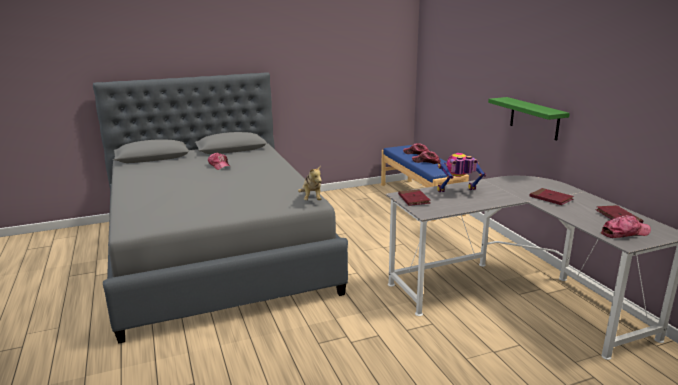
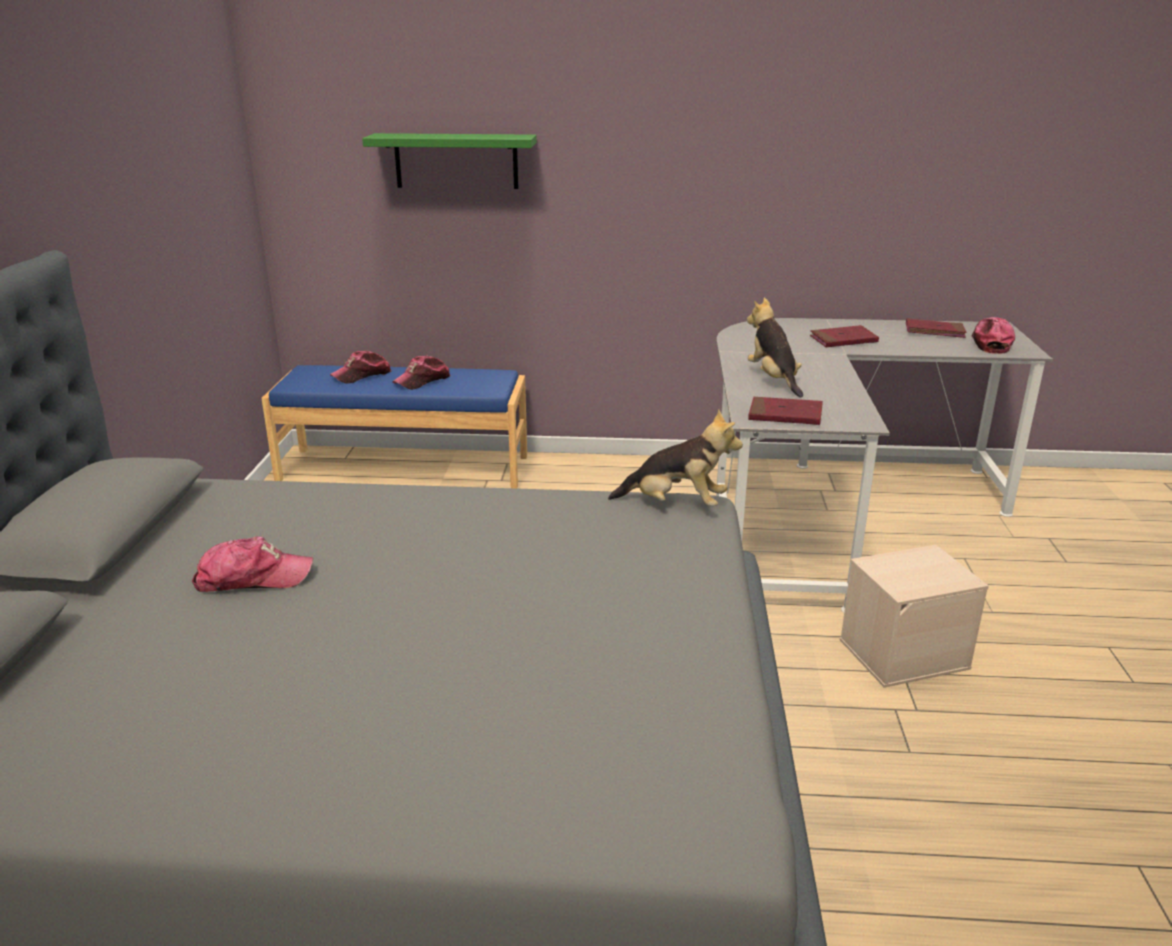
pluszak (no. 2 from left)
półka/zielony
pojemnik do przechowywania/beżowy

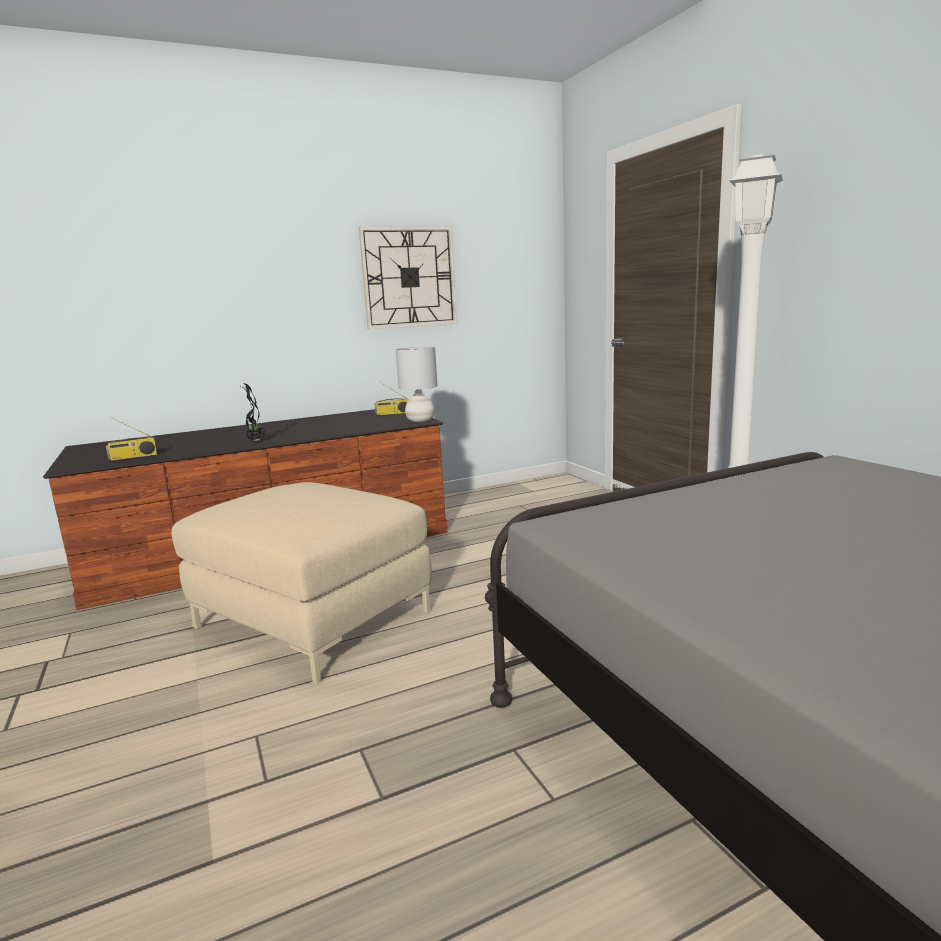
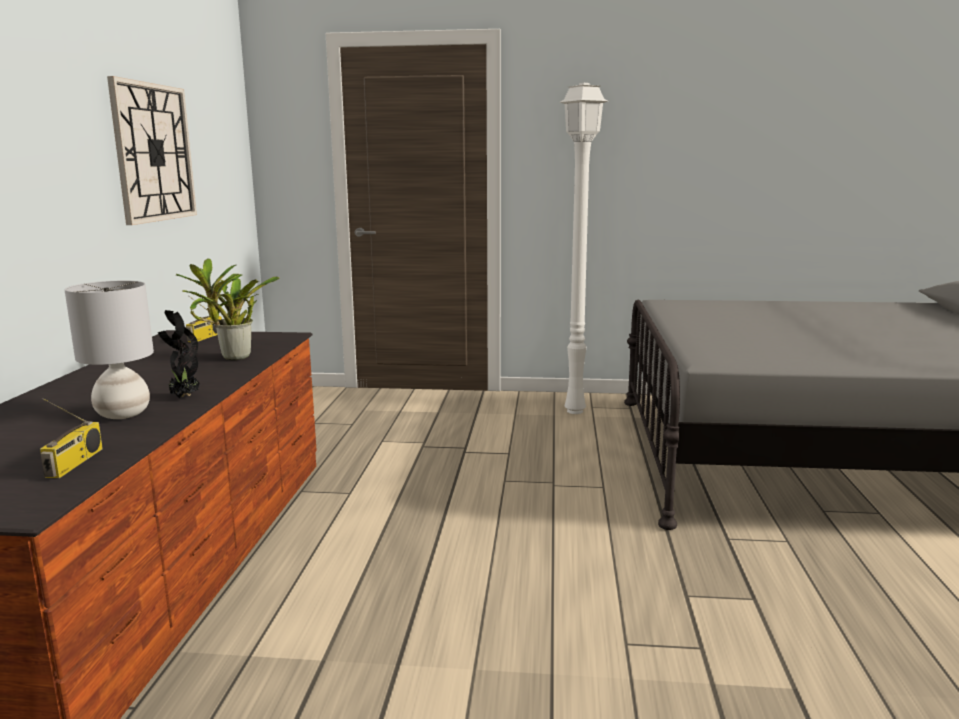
pufa/beżowy
lampa stołowa/szary
roślina doniczkowa (no. 2 from left)

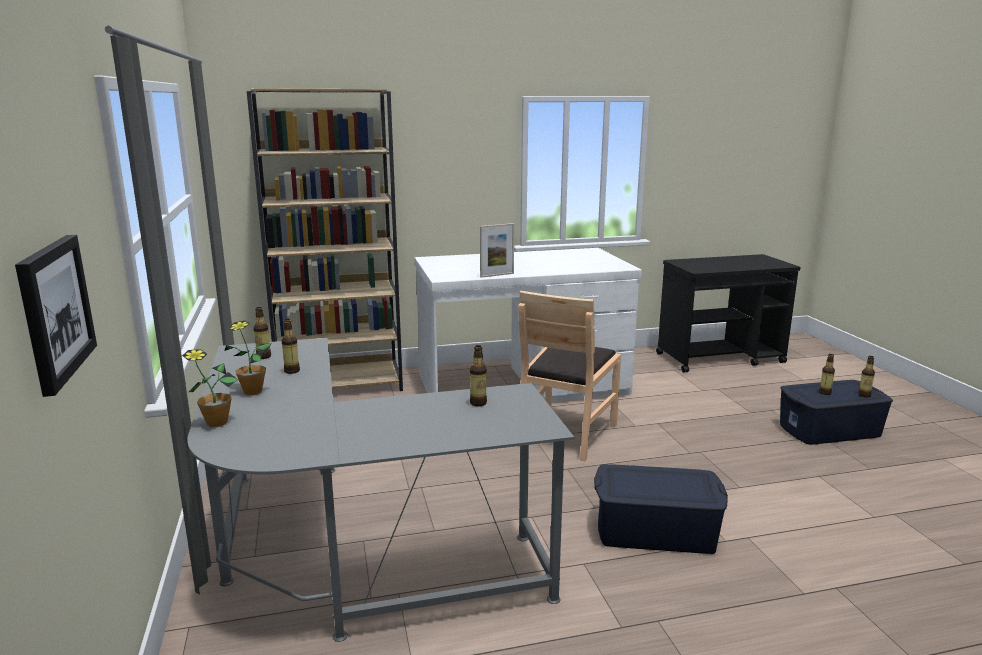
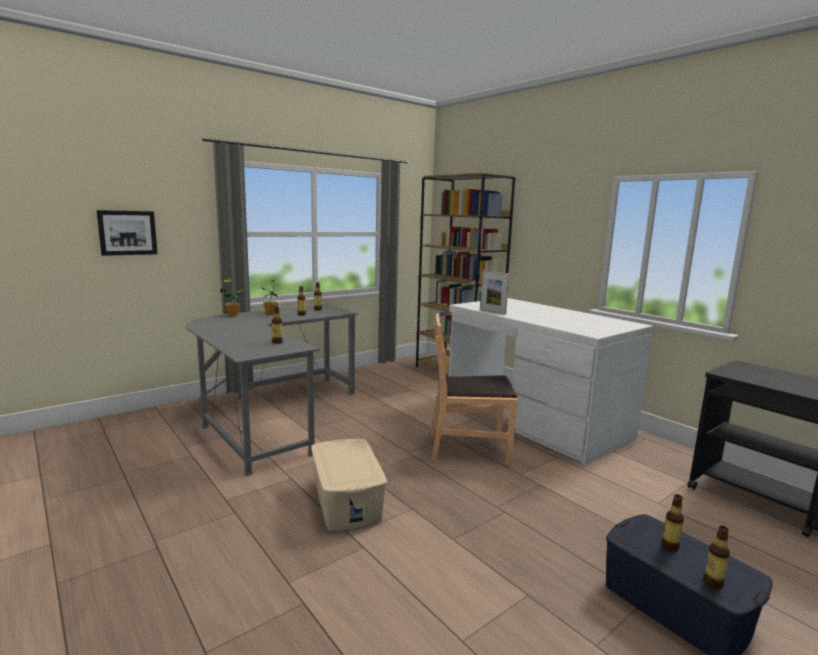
pojemnik do przechowywania/beżowy

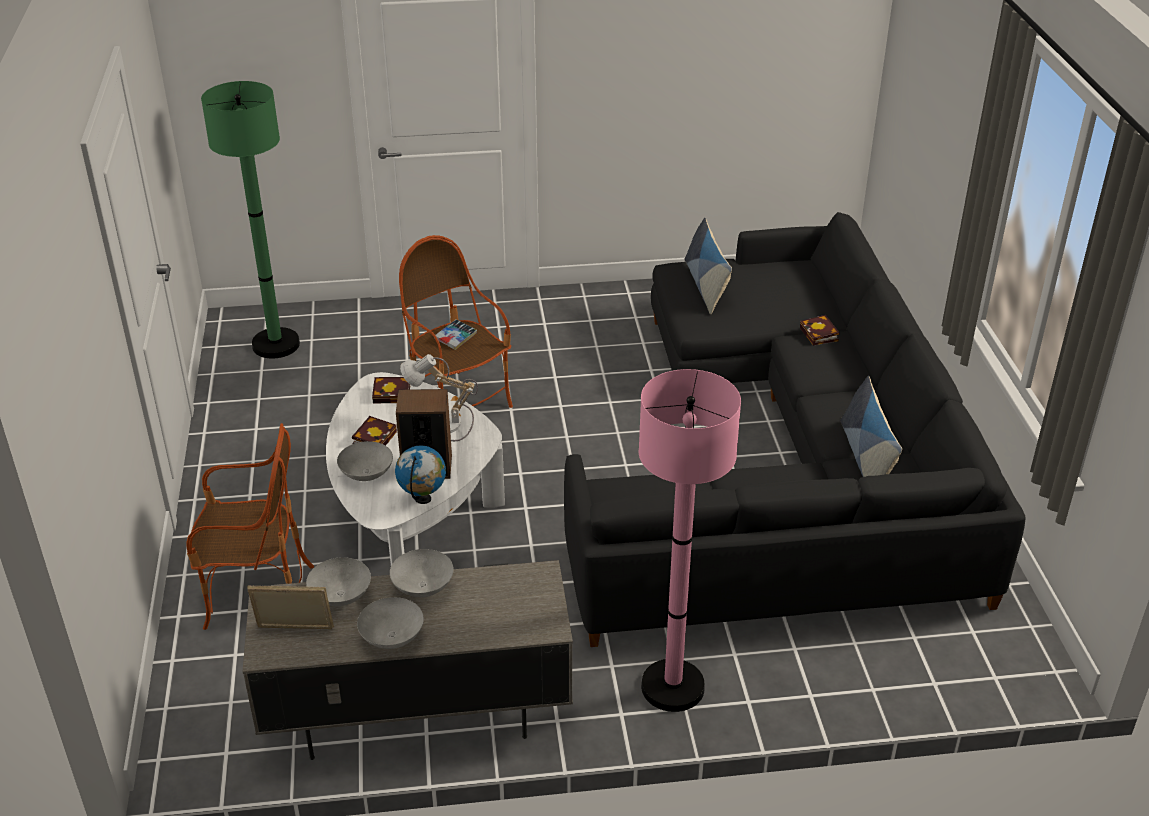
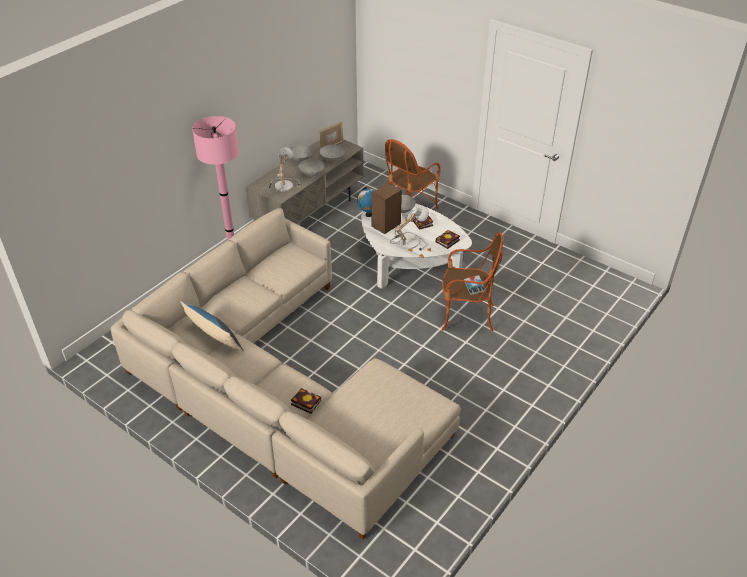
lampa stojąca/zielony
kanapa/beżowy
poduszka (no. 1 from left in the first image)
lampa stołowa (no. 1 from left)

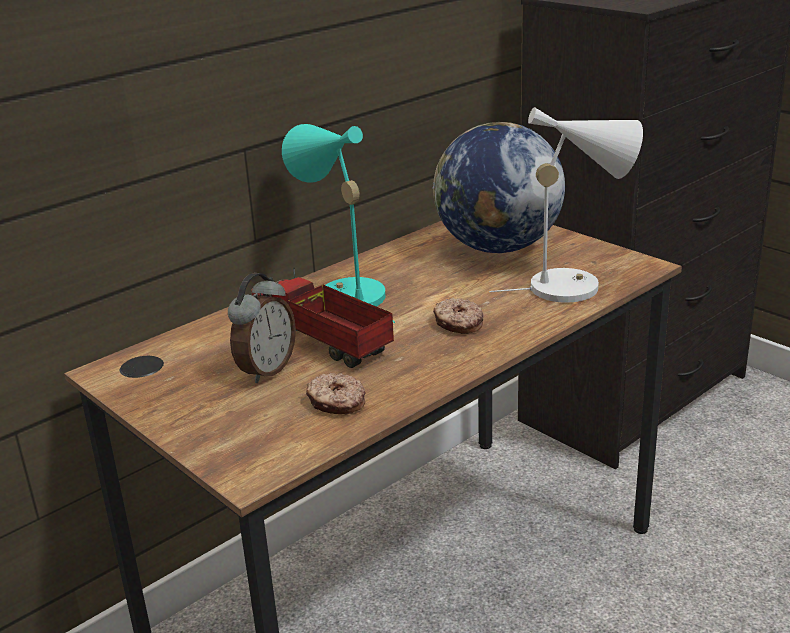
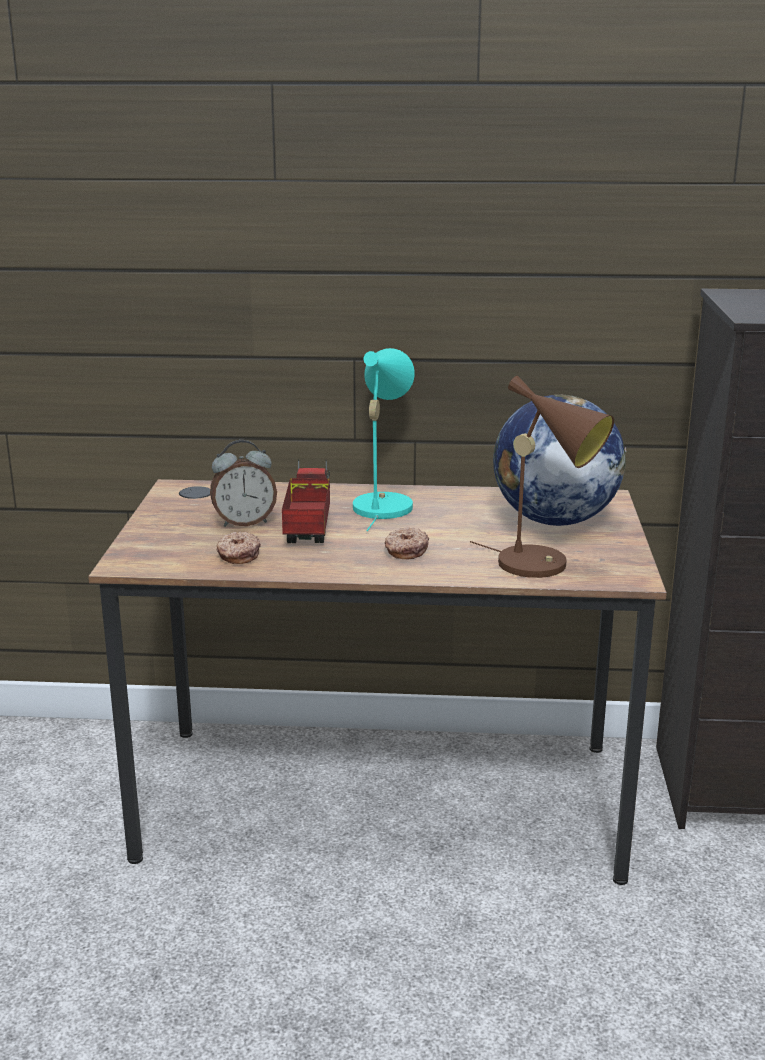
lampa stołowa/brązowy

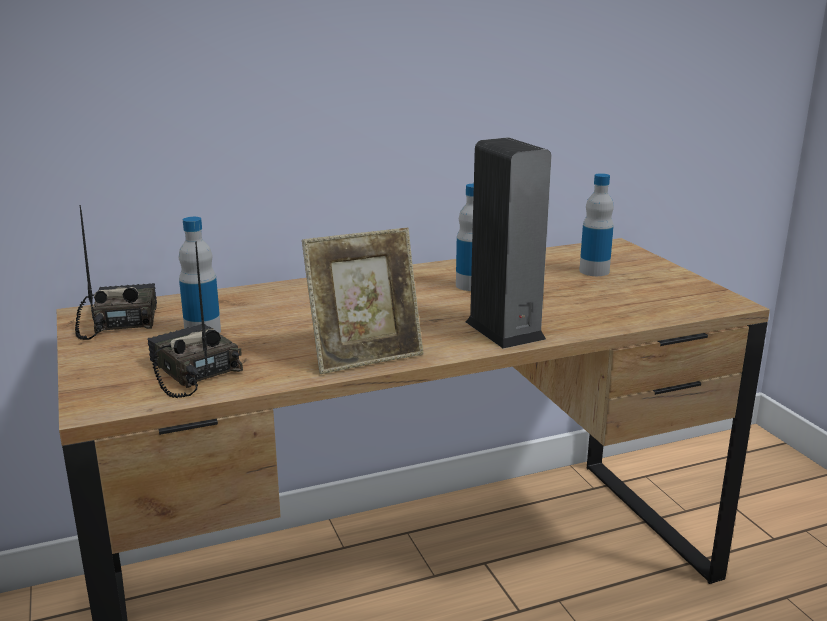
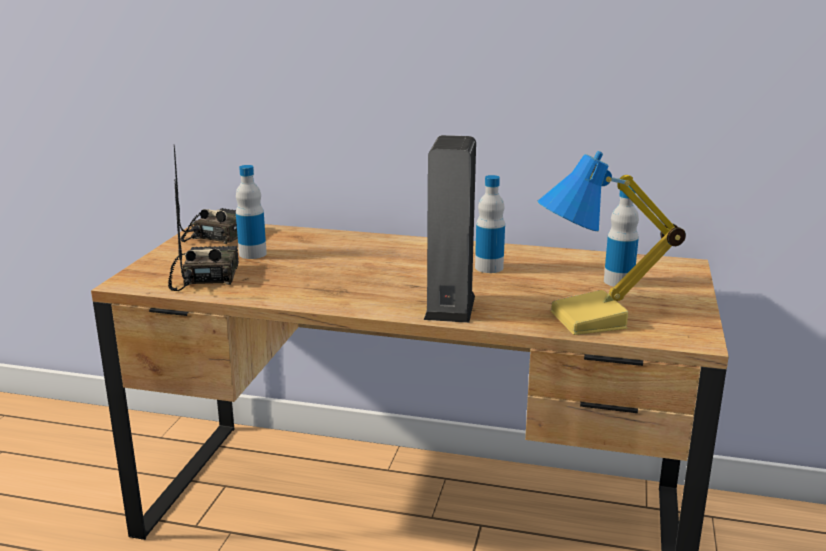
ramka na zdjęcie
lampa stołowa

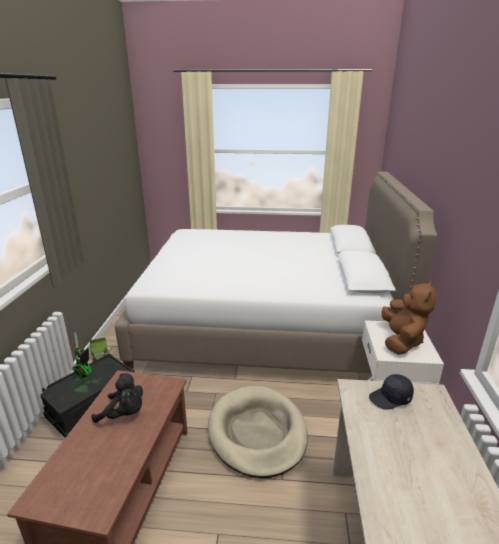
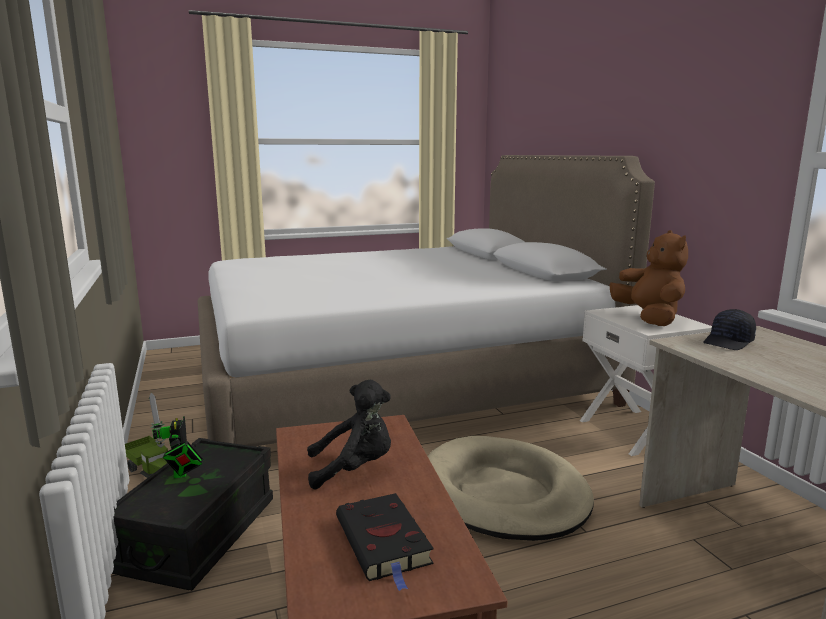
książka/czarny

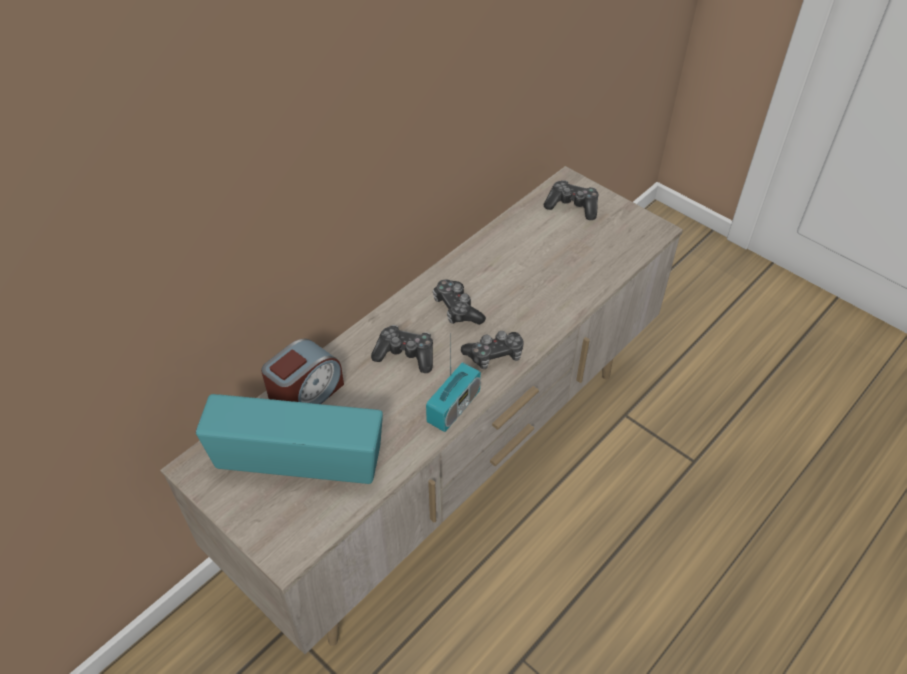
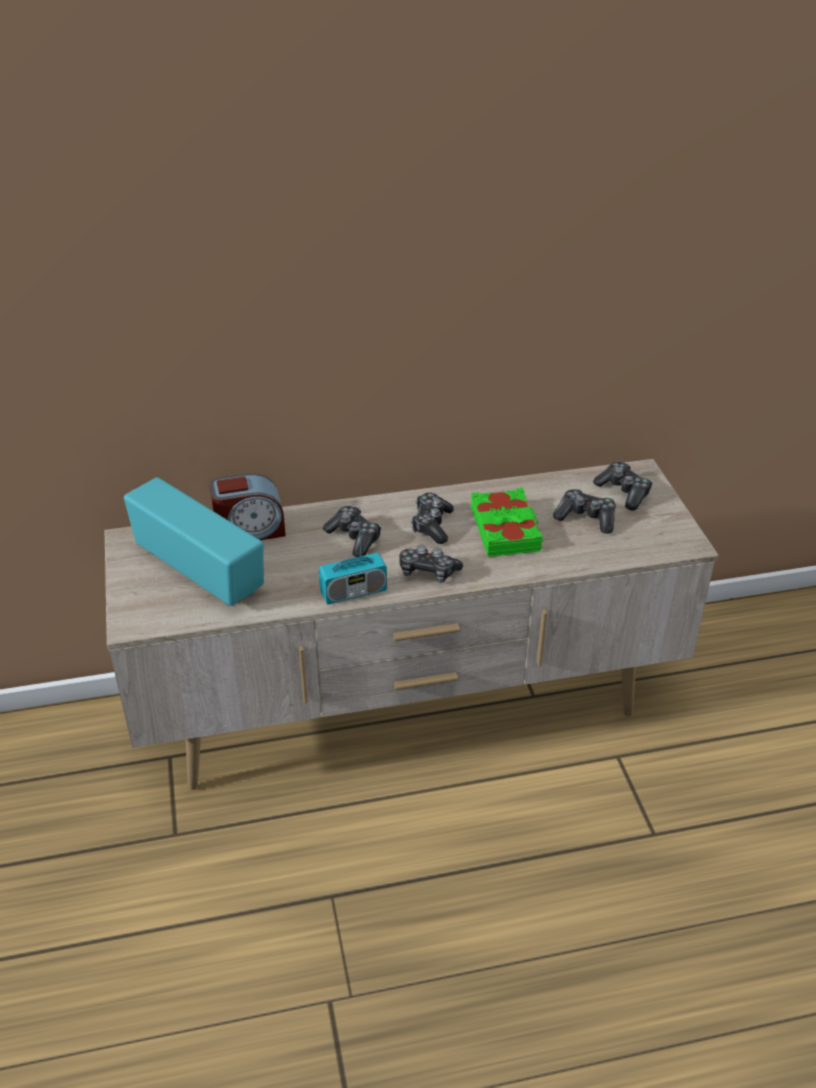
książka/zielony
pad do gier (no. 4 from left)

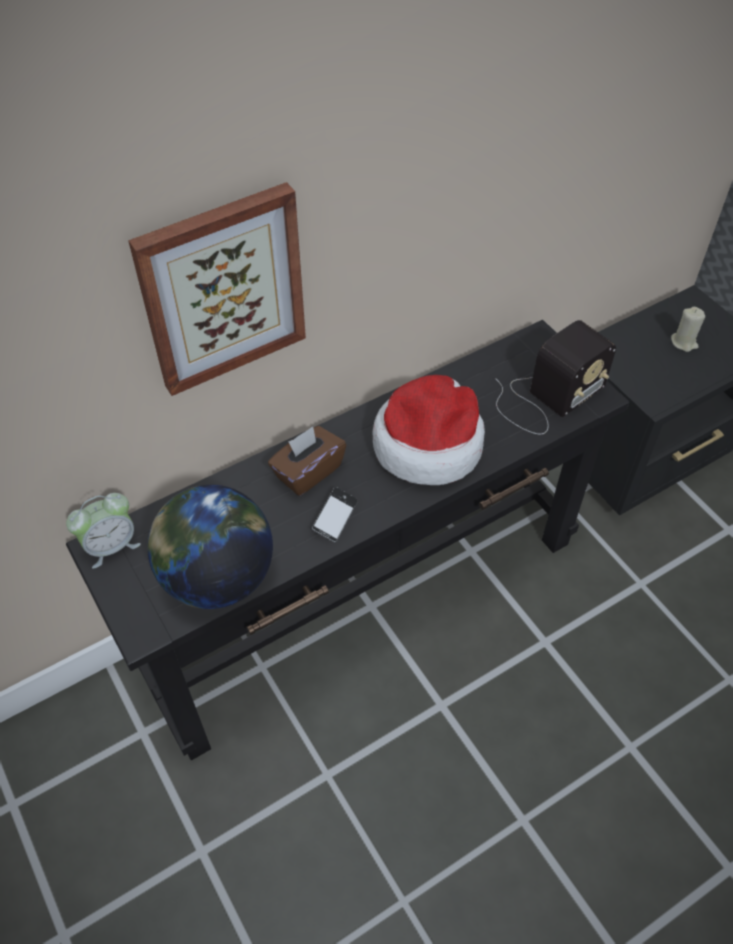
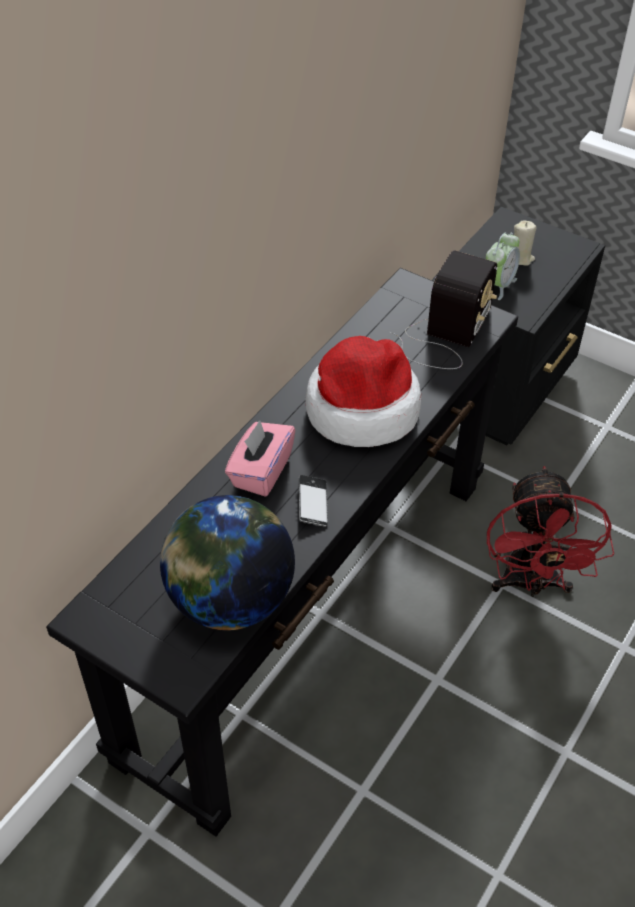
budzik
obraz
pudełko chusteczek/różowy
wentylator/czerwony

